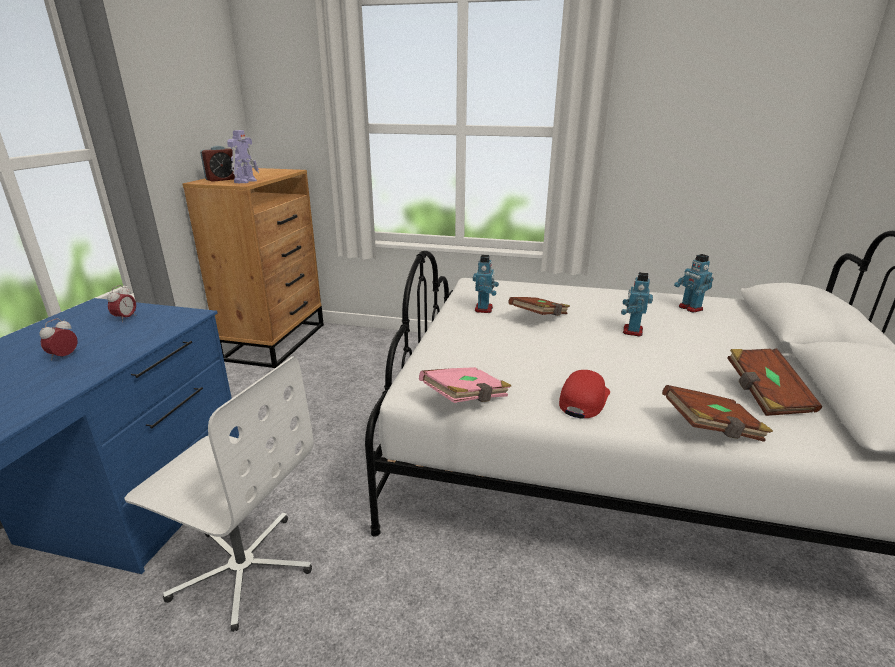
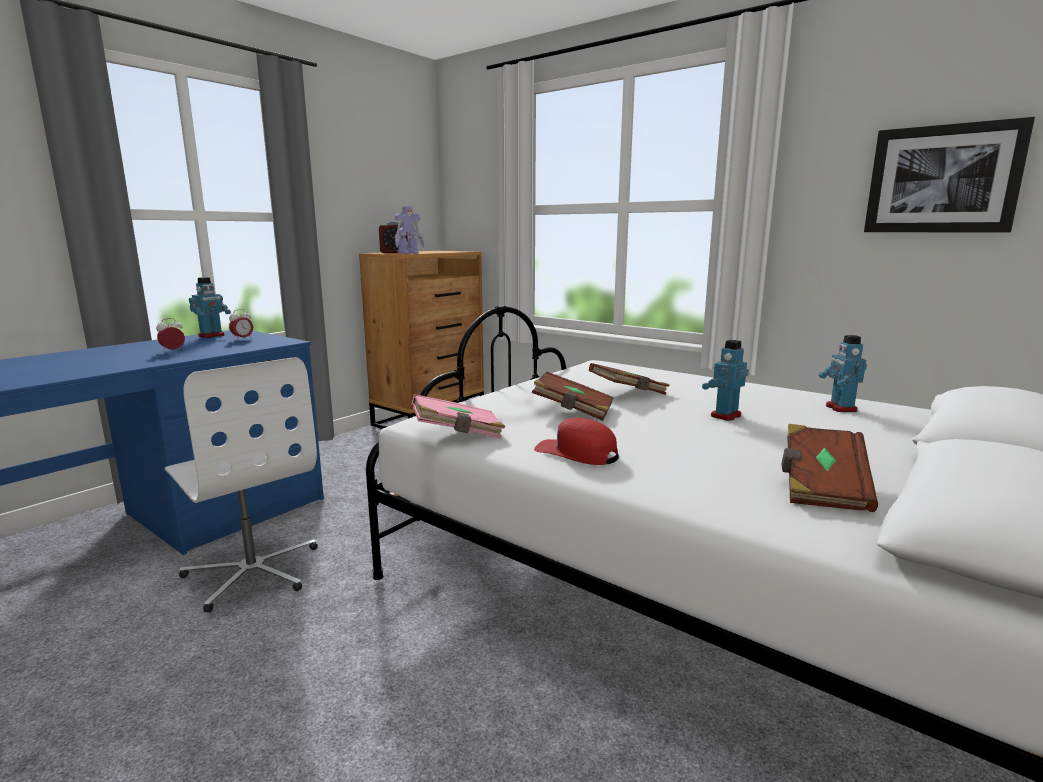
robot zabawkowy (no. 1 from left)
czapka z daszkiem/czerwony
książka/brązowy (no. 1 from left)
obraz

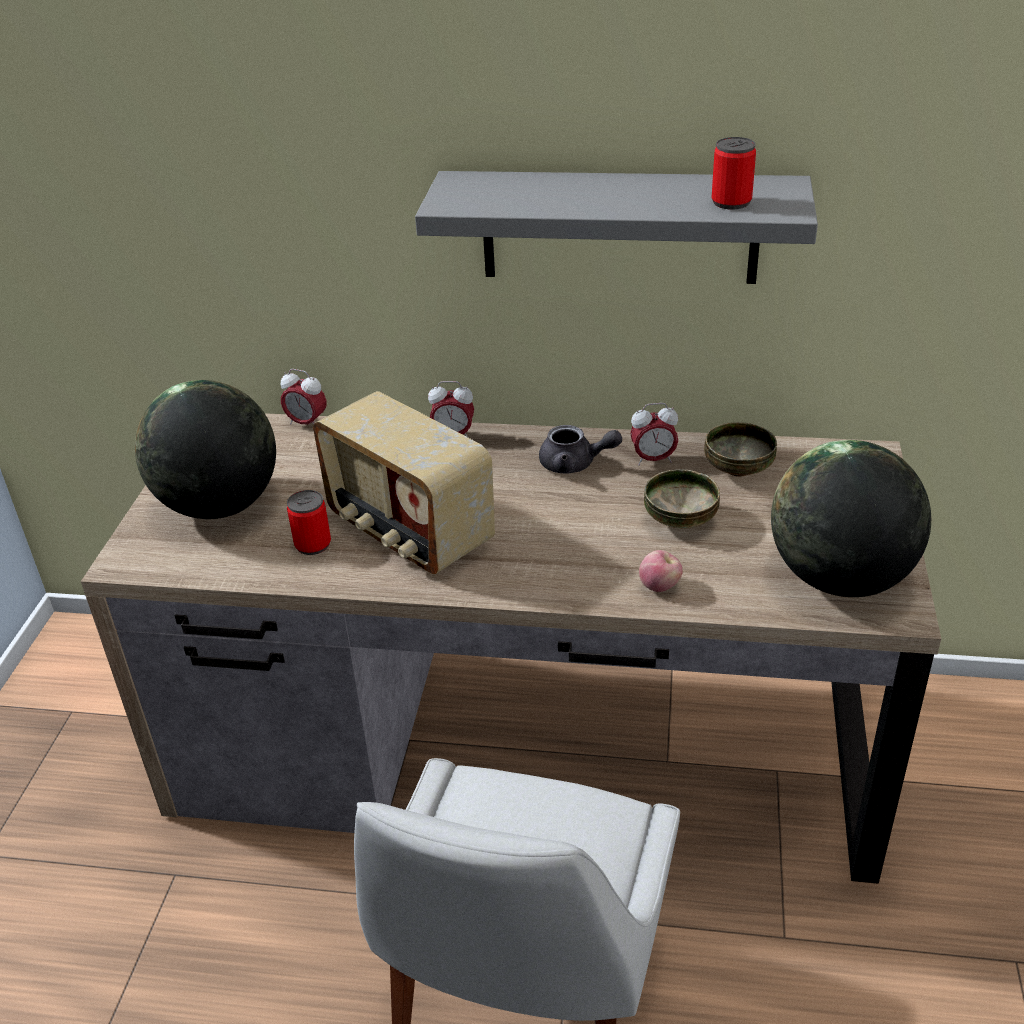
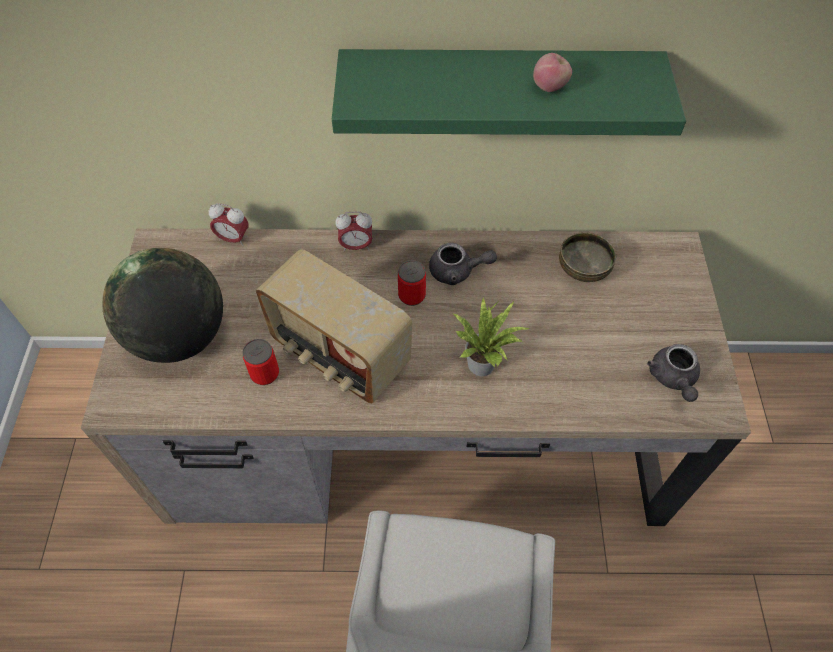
półka/zielony
budzik (no. 3 from left in the first image)
jabłko
miska (no. 1 from left in the first image)
puszka (no. 2 from left)
imbryk/szary (no. 2 from left)
roślina doniczkowa

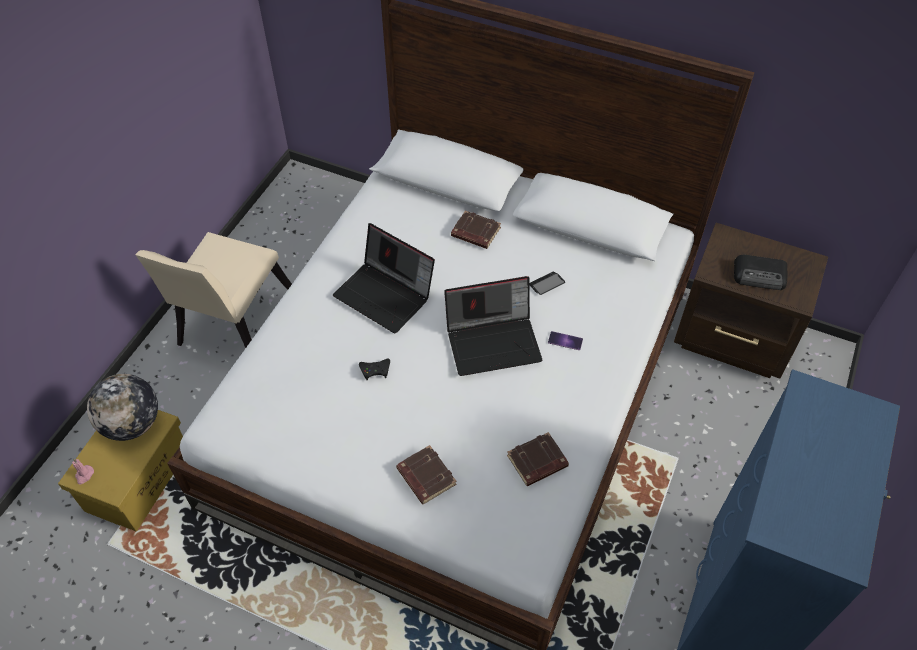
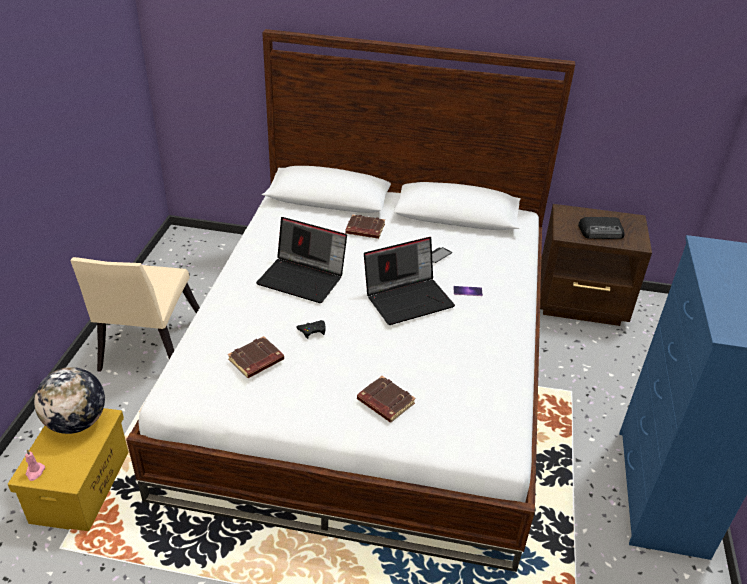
książka/brązowy (no. 1 from left)

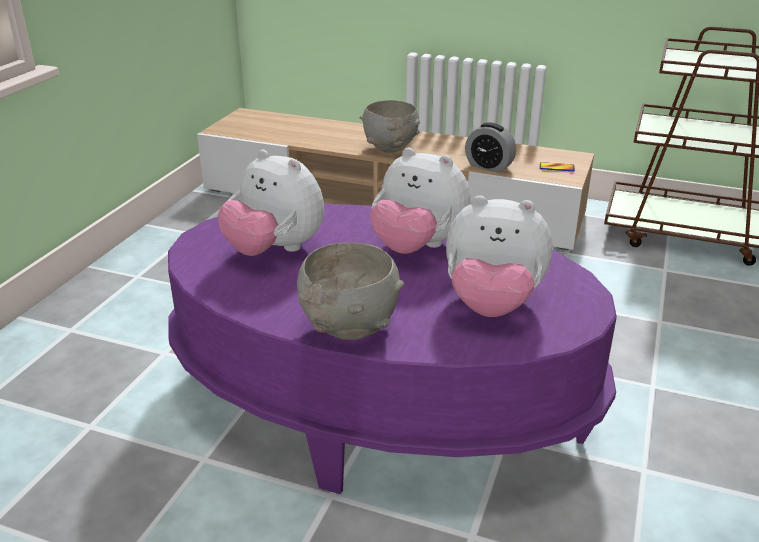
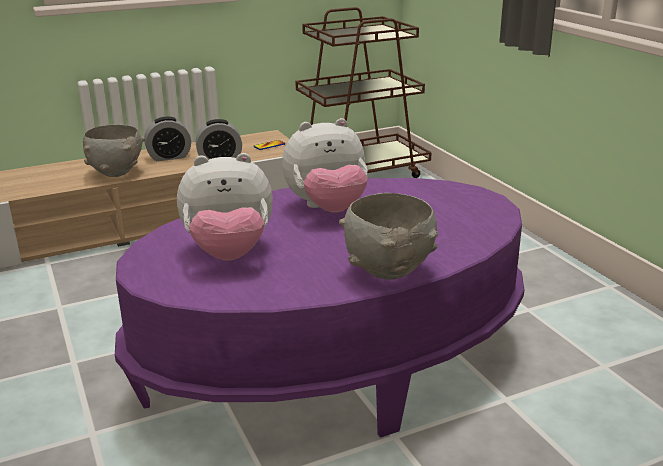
pluszak (no. 3 from left in the first image)
budzik (no. 1 from left)

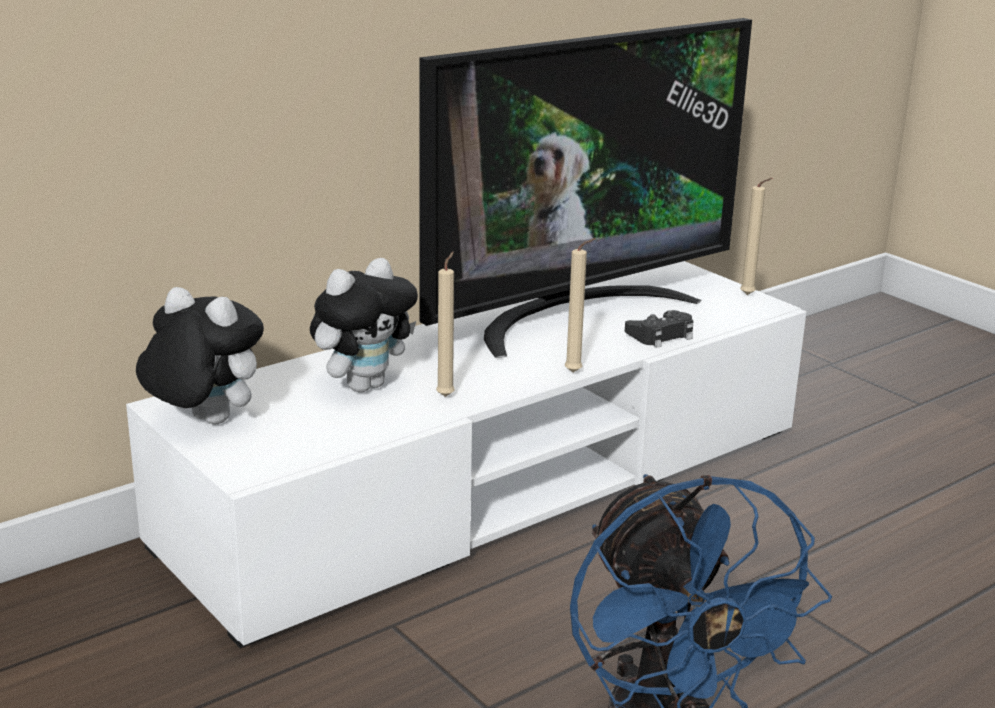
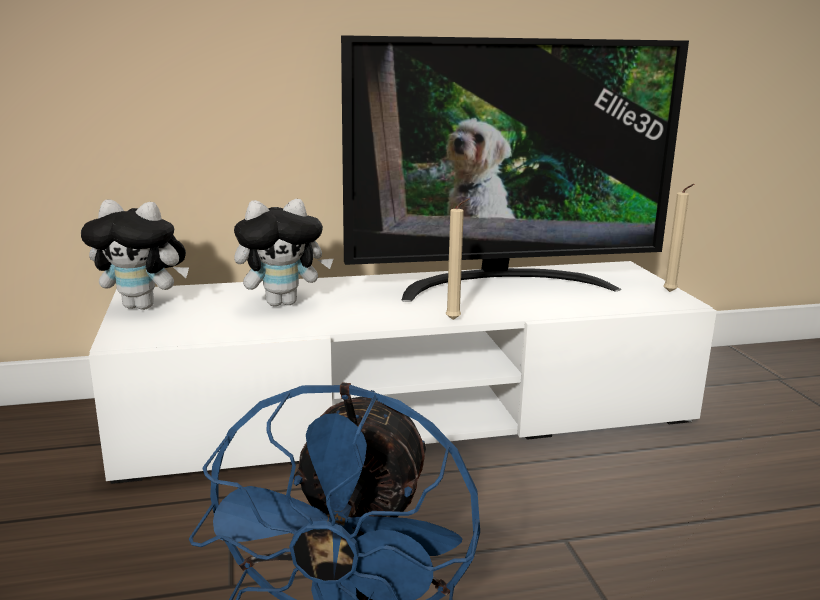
pluszak (no. 1 from left)
świeca/beżowy (no. 1 from left in the first image)
pad do gier/czarny

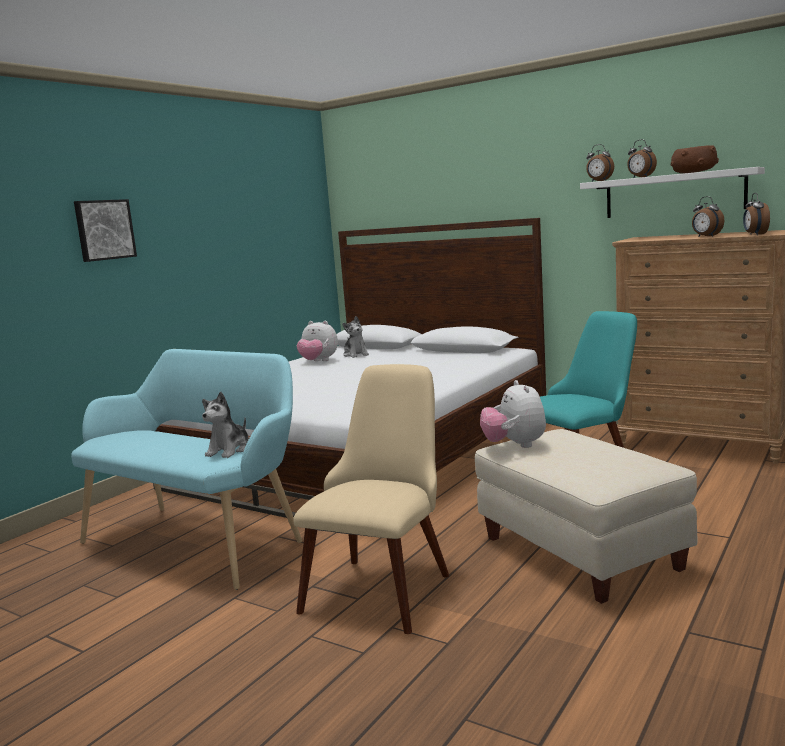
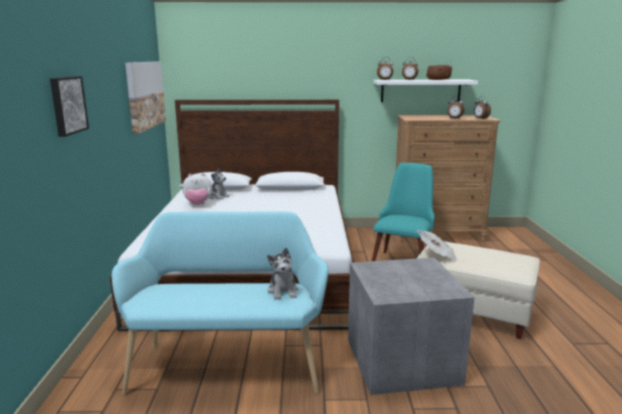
pojemnik do przechowywania/szary
gazeta
obraz (no. 2 from left)

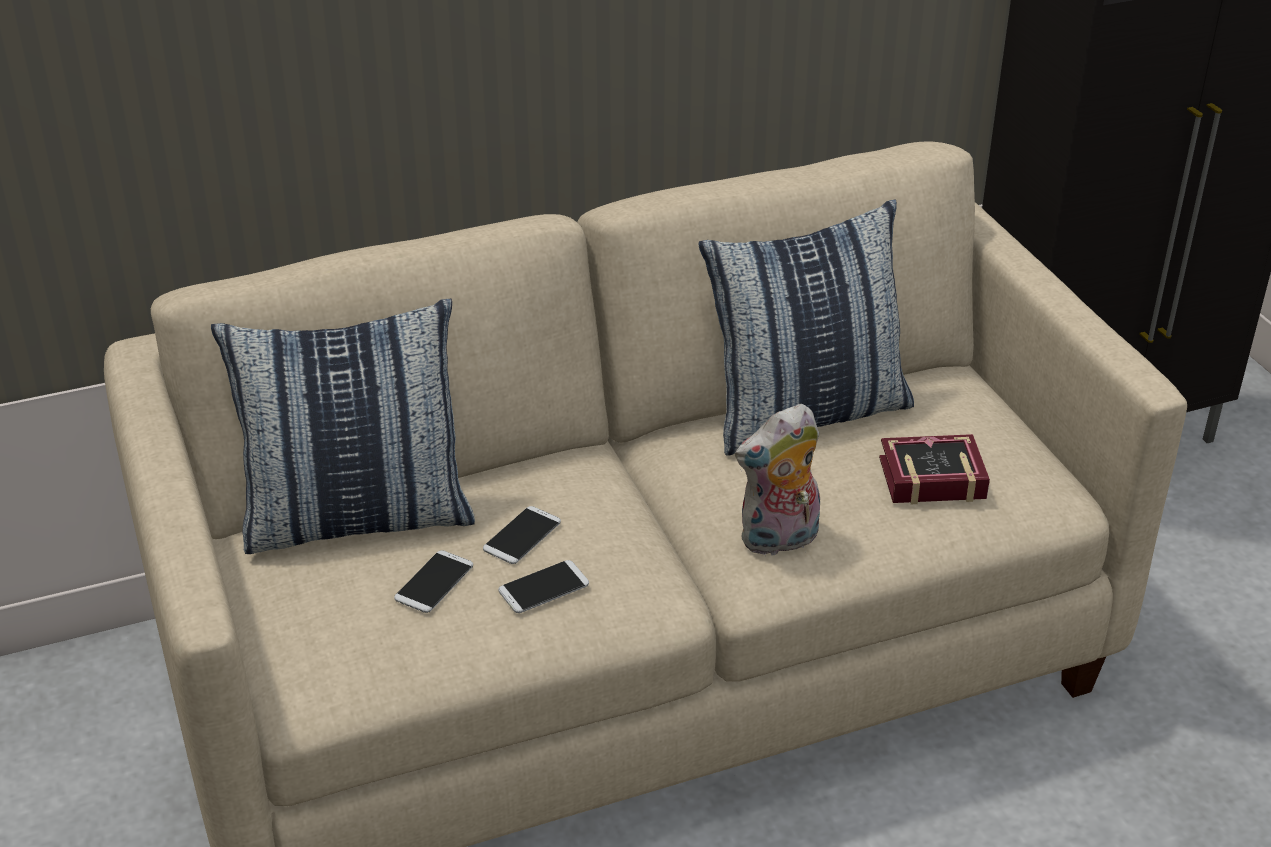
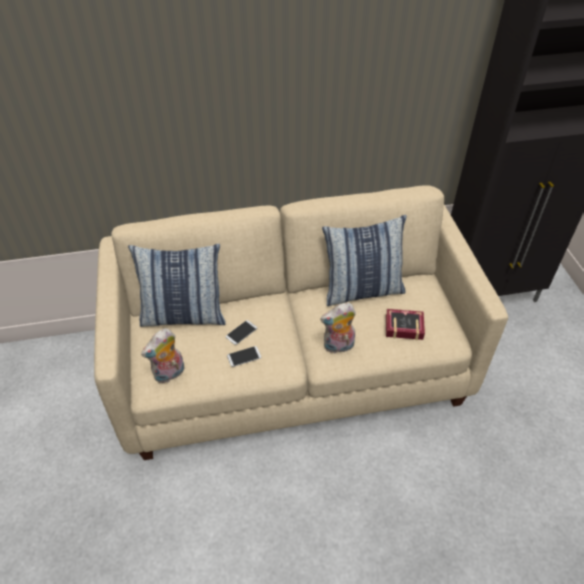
telefon (no. 1 from left in the first image)
pluszak (no. 1 from left)

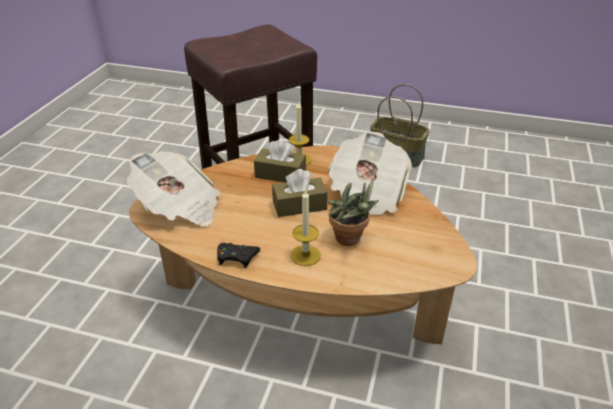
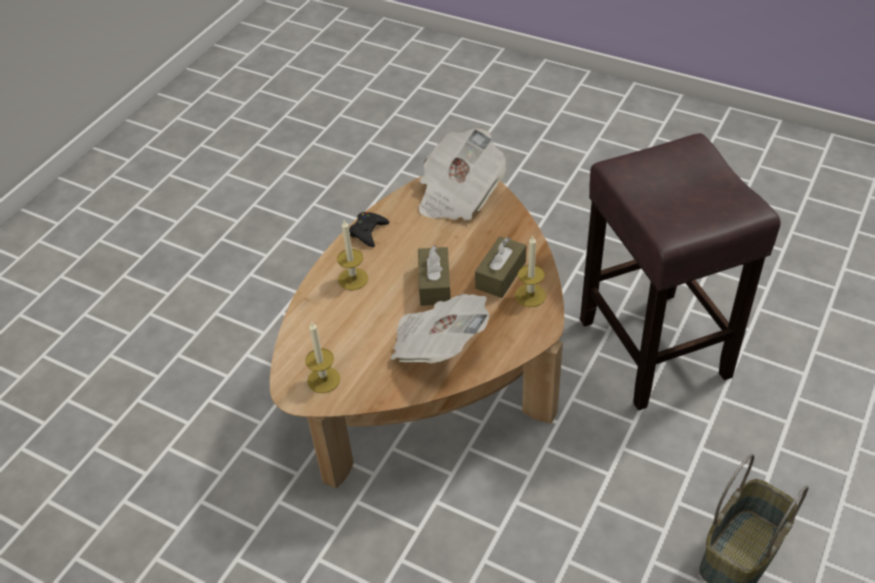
roślina doniczkowa
świeca (no. 1 from left)

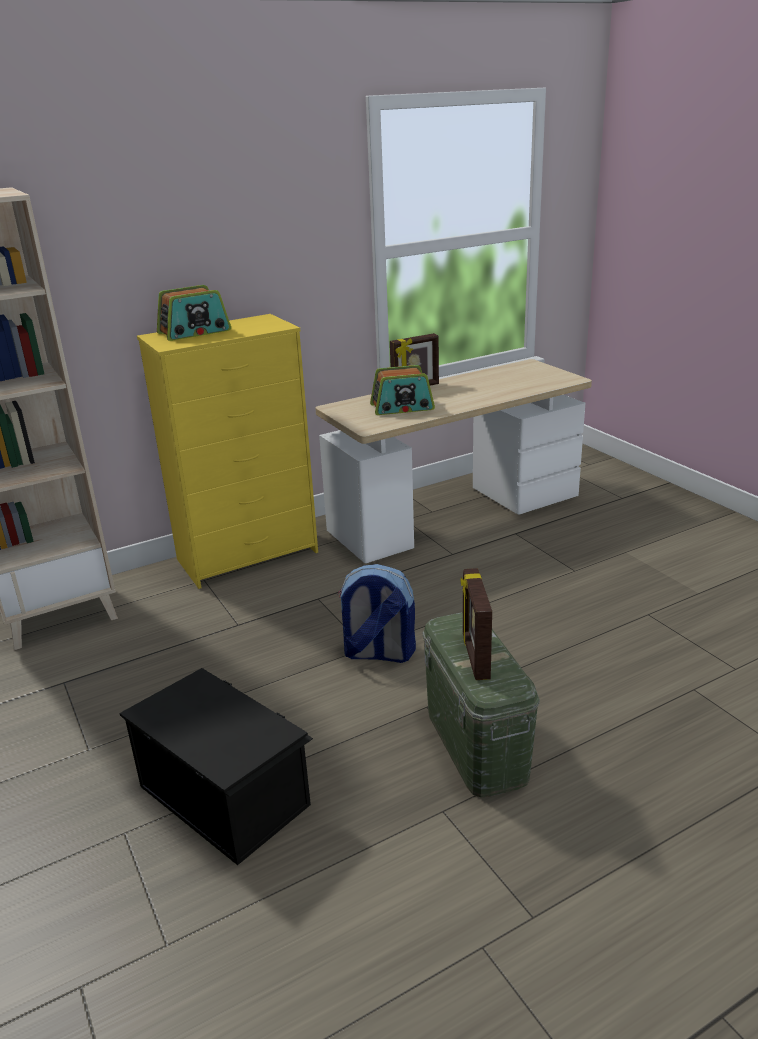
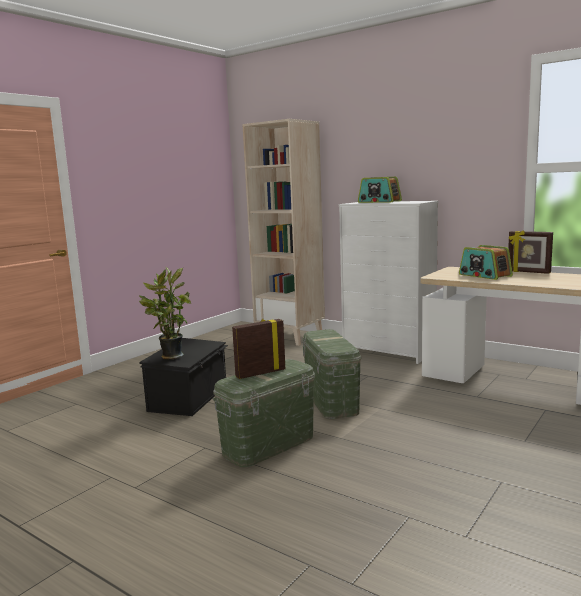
komoda/biały
pojemnik do przechowywania/zielony (no. 2 from left)
roślina doniczkowa

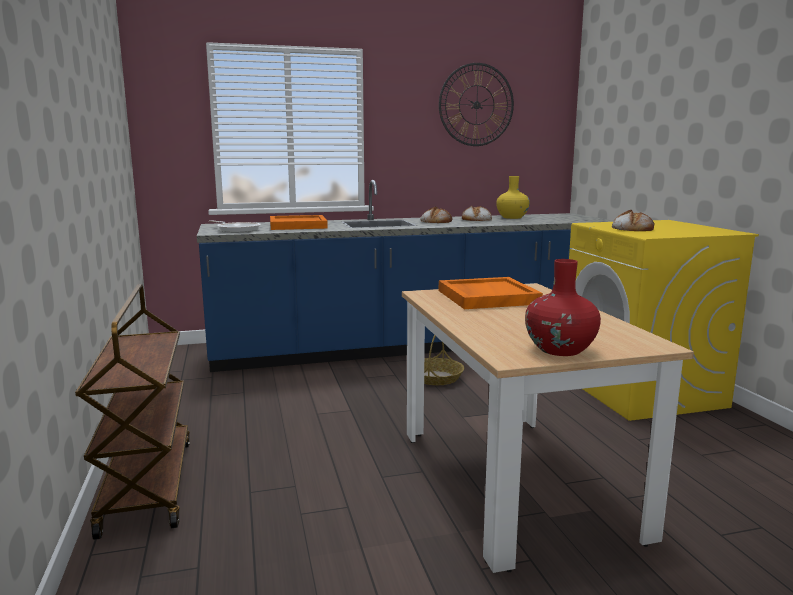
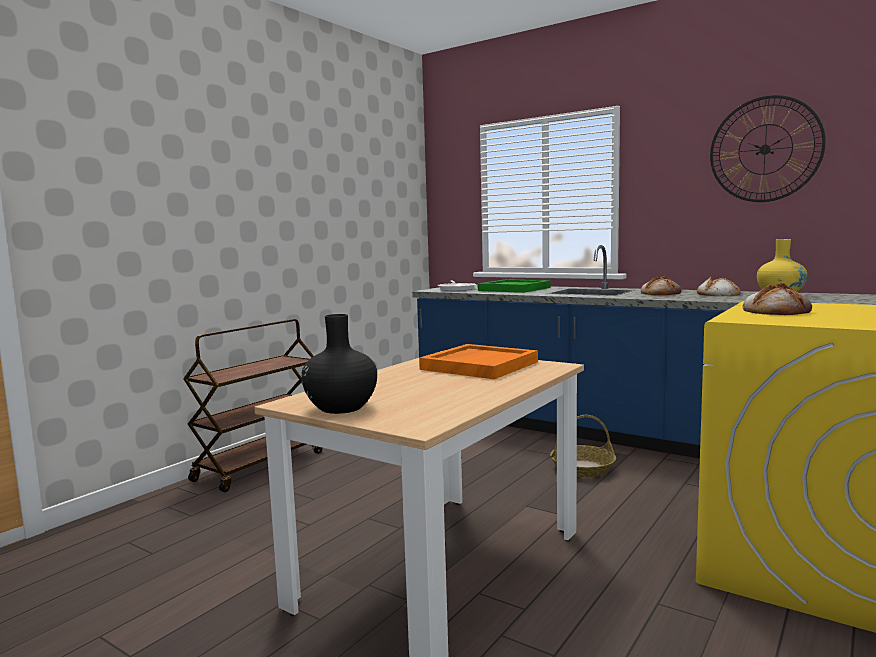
taca/zielony
wazon/czarny

